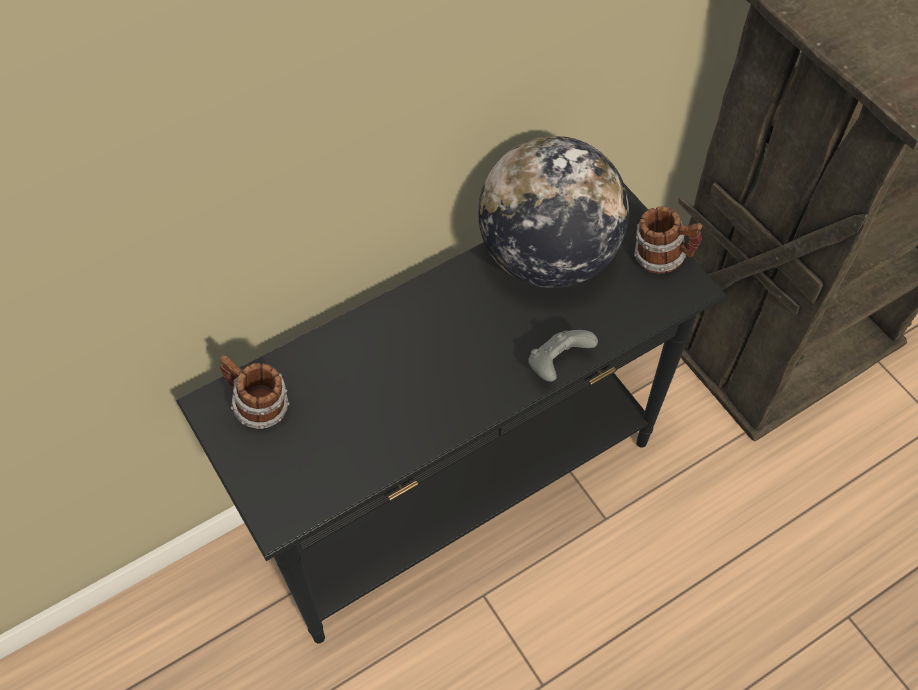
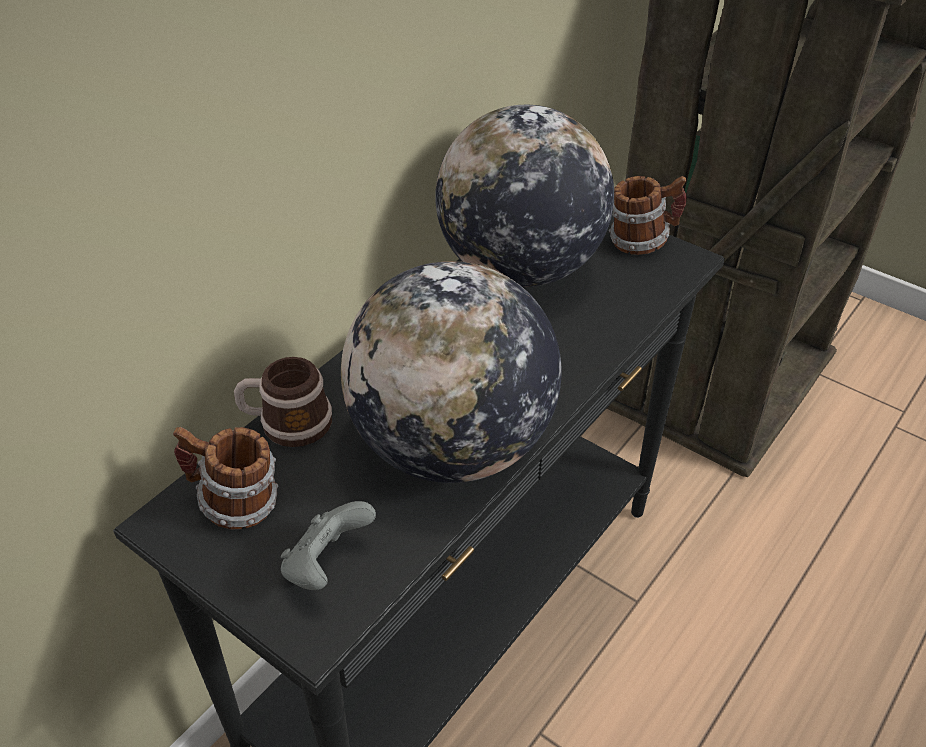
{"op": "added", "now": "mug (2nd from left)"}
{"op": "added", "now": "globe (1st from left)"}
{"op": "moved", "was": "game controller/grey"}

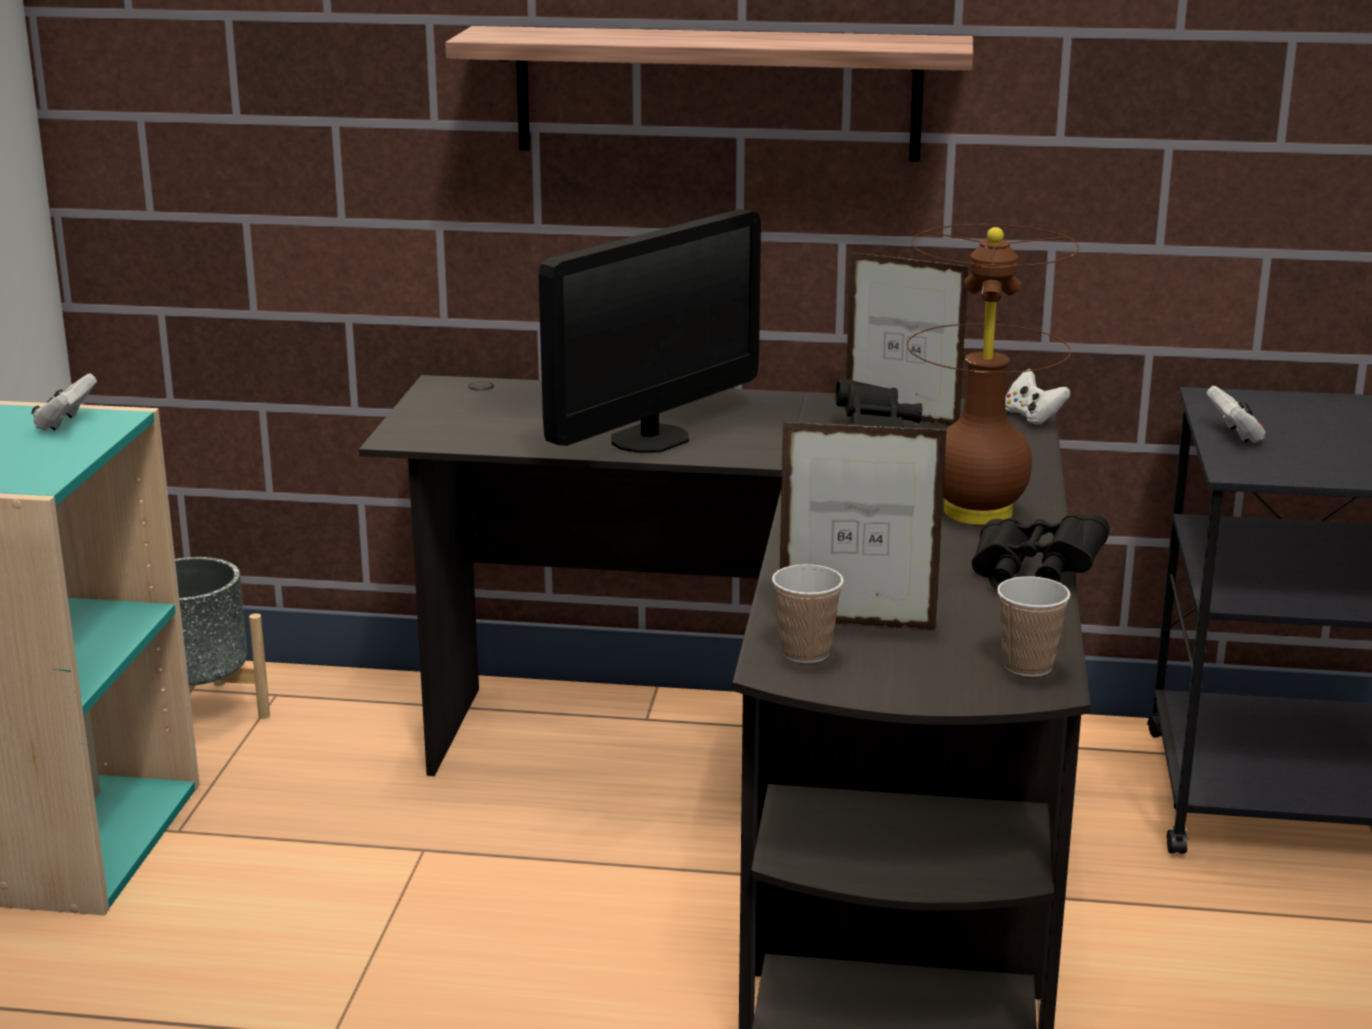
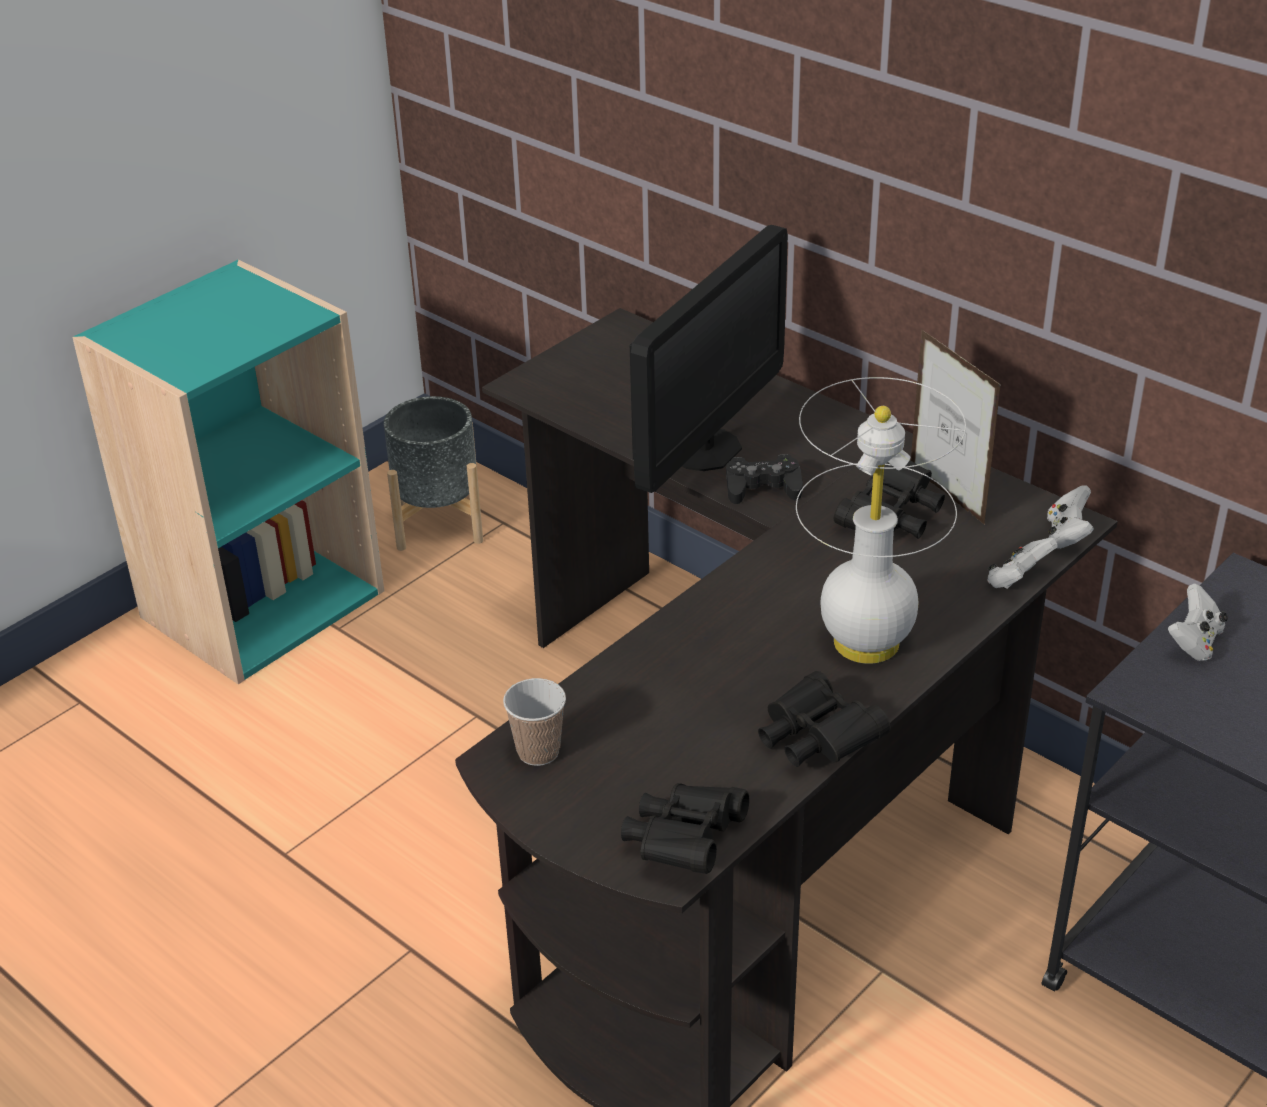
{"op": "removed", "was": "shelf"}
{"op": "removed", "was": "picture frame (1st from left)"}
{"op": "added", "now": "game controller/black"}
{"op": "moved", "was": "game controller/white (1st from left)"}
{"op": "replaced", "was": "cup (2nd from left)", "now": "binoculars/black (1st from left)"}
{"op": "recoloured", "was": "table lamp/brown", "now": "table lamp/white"}
{"op": "turned", "was": "monitor", "clockwise": -45}

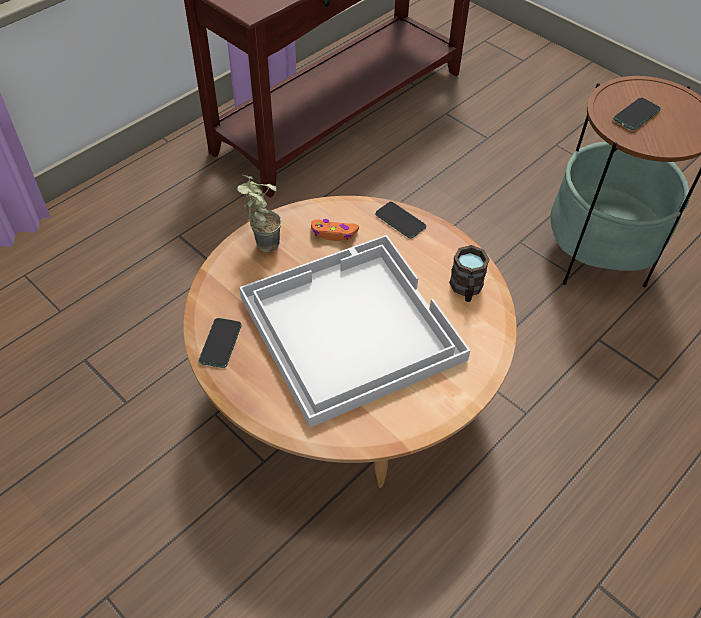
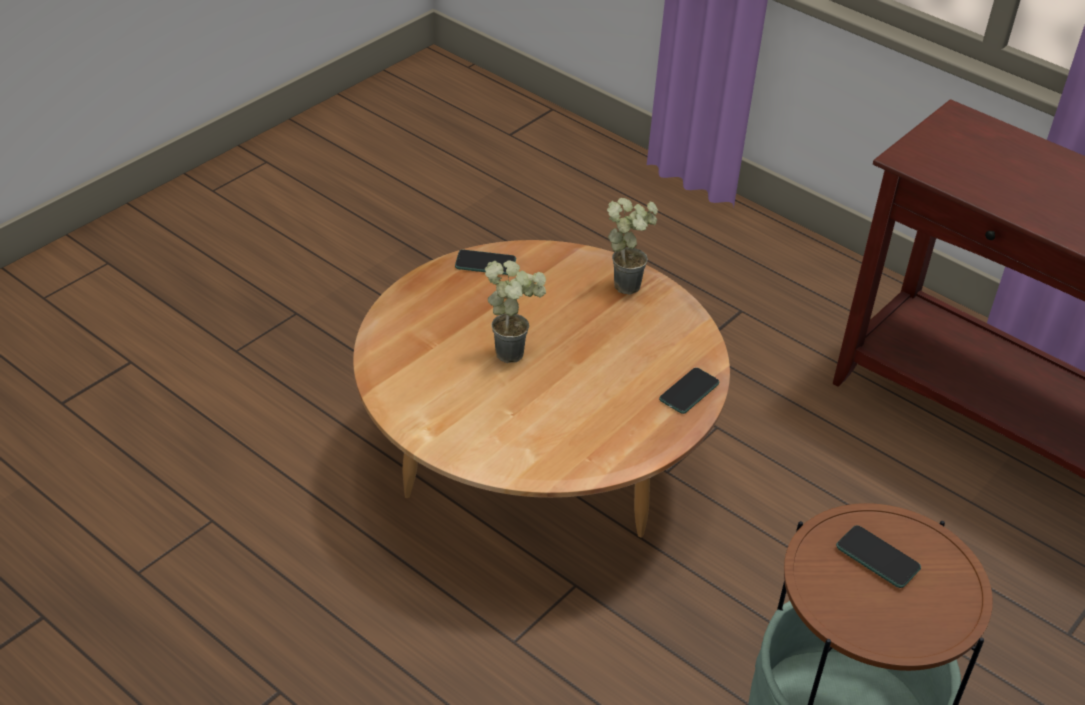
{"op": "removed", "was": "game controller/orange"}
{"op": "removed", "was": "mug/brown"}
{"op": "replaced", "was": "tray/white", "now": "potted plant (1st from left)"}

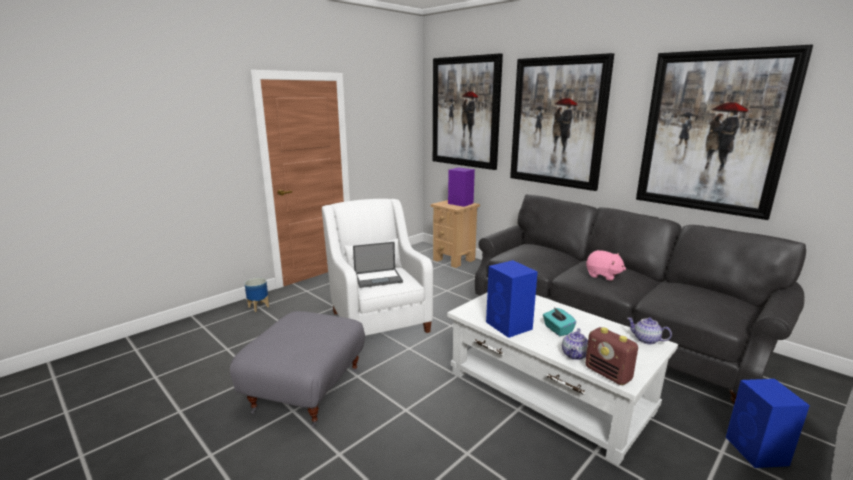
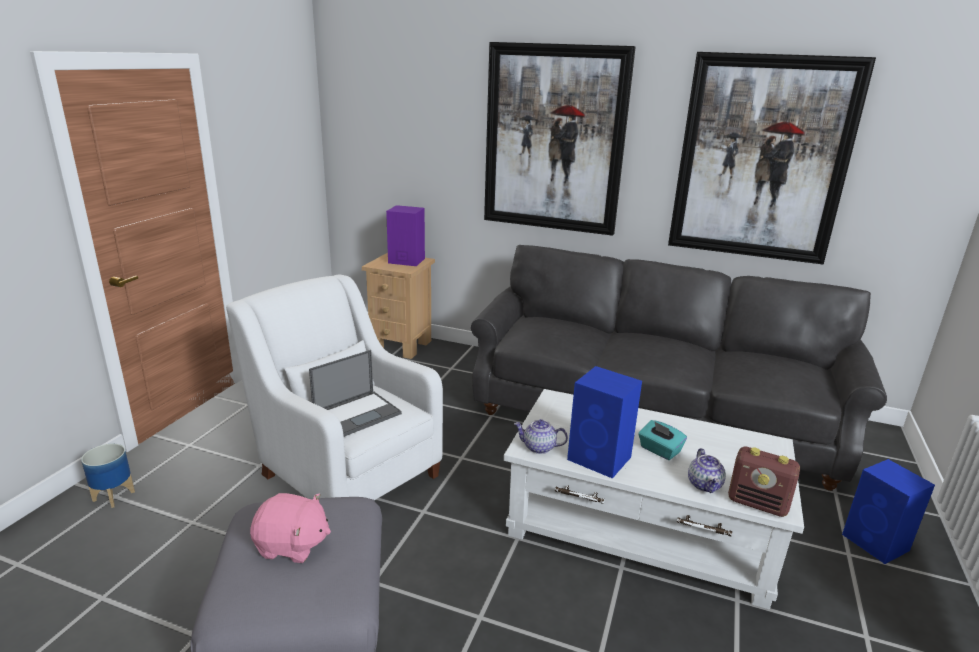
{"op": "removed", "was": "picture (1st from left)"}
{"op": "moved", "was": "plush toy/pink"}
{"op": "moved", "was": "teapot (2nd from left in the first image)", "now": "teapot (1st from left)"}

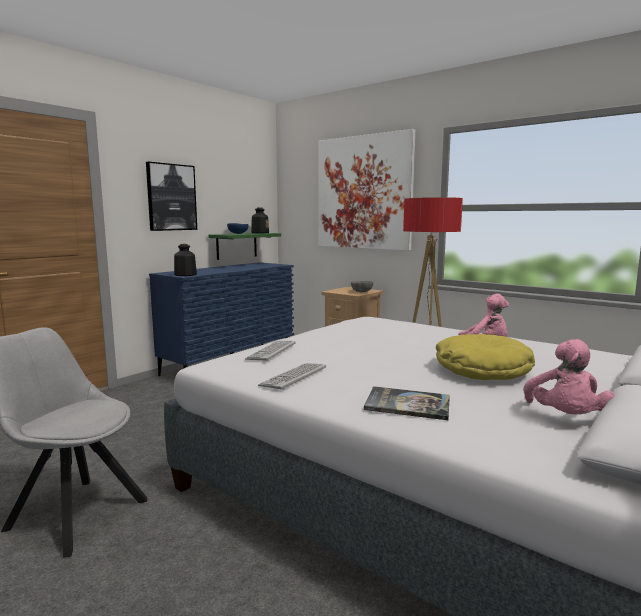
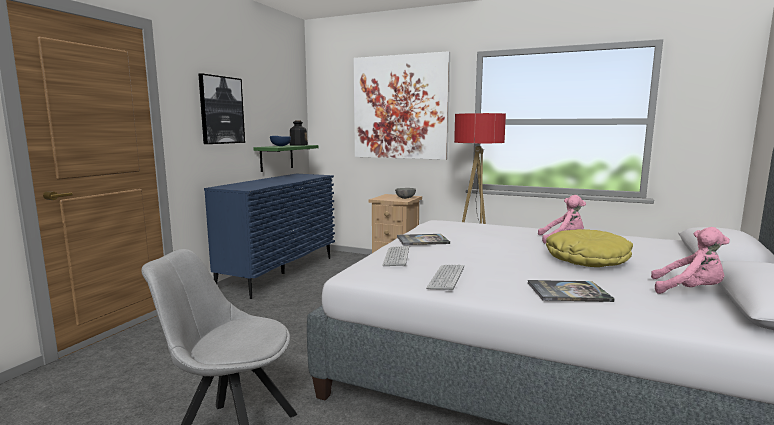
{"op": "removed", "was": "bottle (1st from left)"}
{"op": "added", "now": "book (1st from left)"}
{"op": "turned", "was": "plush toy/pink (2nd from left)", "clockwise": -60}

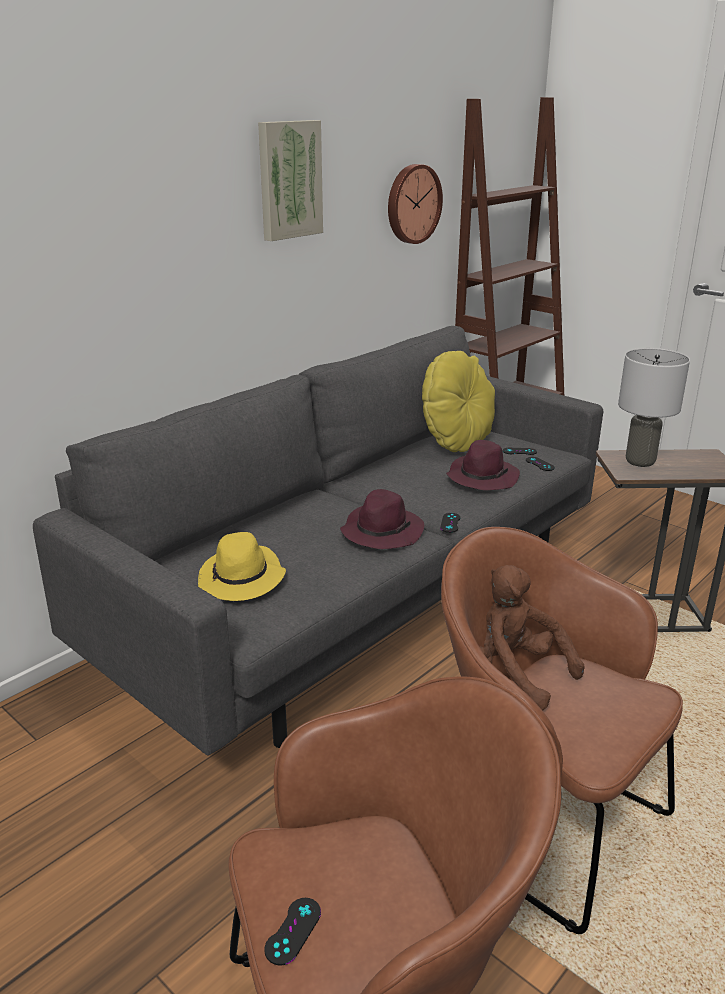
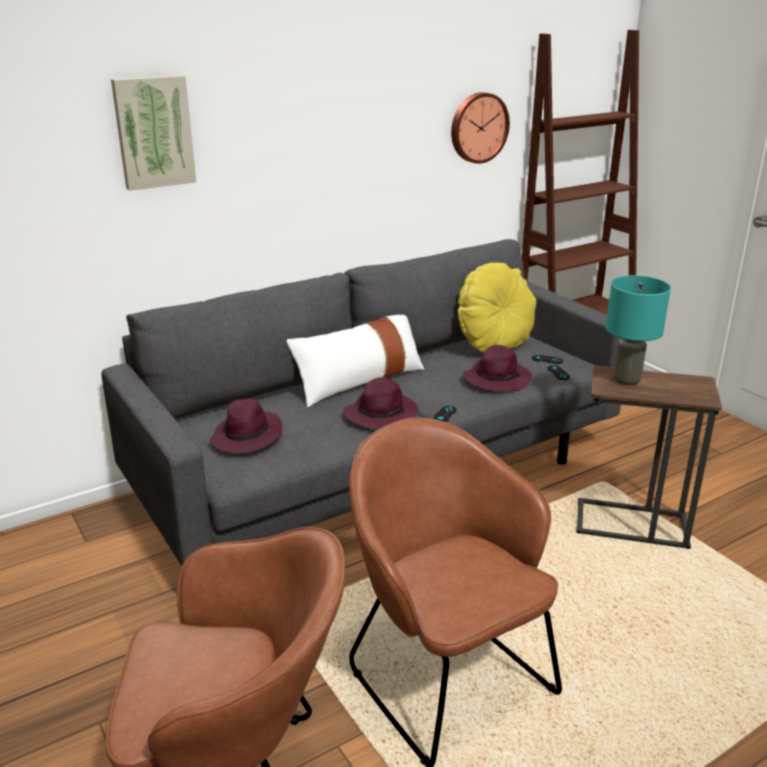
{"op": "removed", "was": "game controller/black (1st from left)"}
{"op": "removed", "was": "plush toy/brown"}
{"op": "added", "now": "pillow/white"}
{"op": "moved", "was": "picture"}
{"op": "recoloured", "was": "hat/yellow", "now": "hat/purple (1st from left)"}
{"op": "recoloured", "was": "table lamp/white", "now": "table lamp/turquoise"}

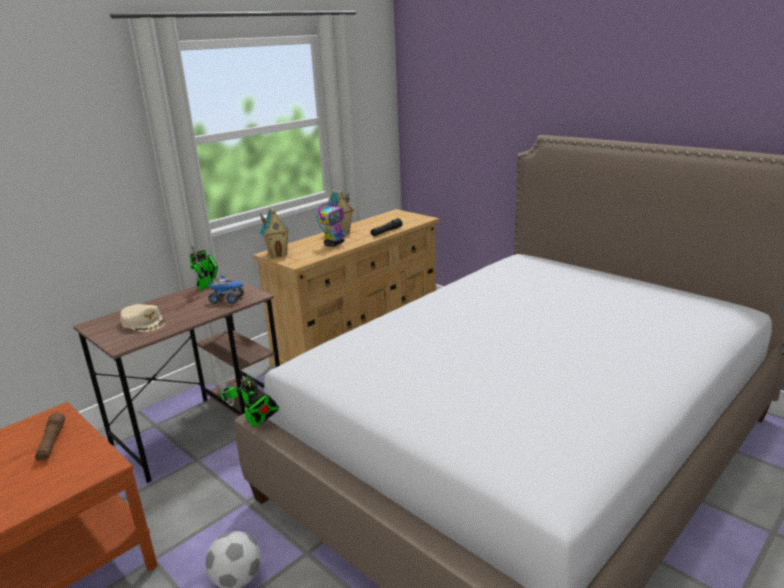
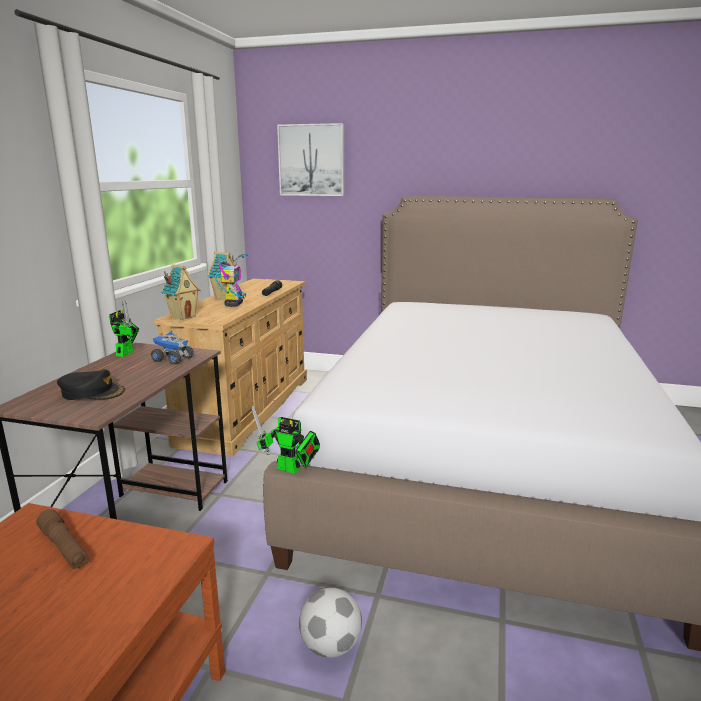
{"op": "added", "now": "picture"}
{"op": "recoloured", "was": "cap/beige", "now": "cap/black"}
{"op": "turned", "was": "toy truck", "clockwise": -135}

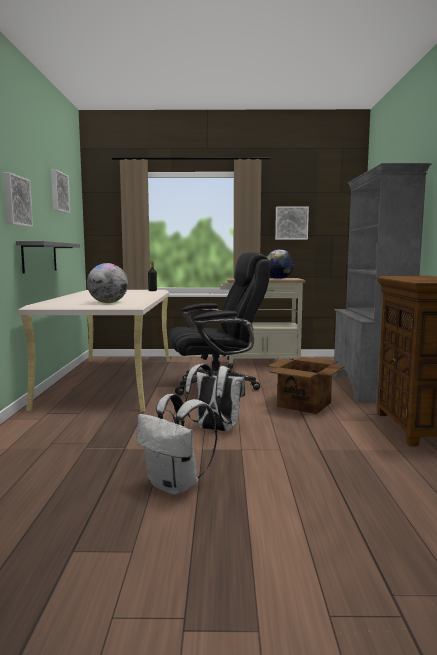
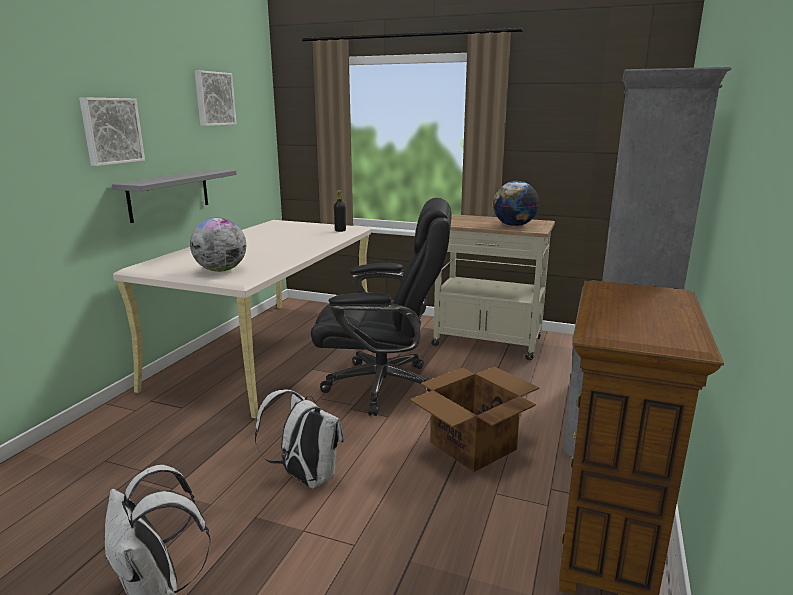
{"op": "removed", "was": "picture (3rd from left)"}

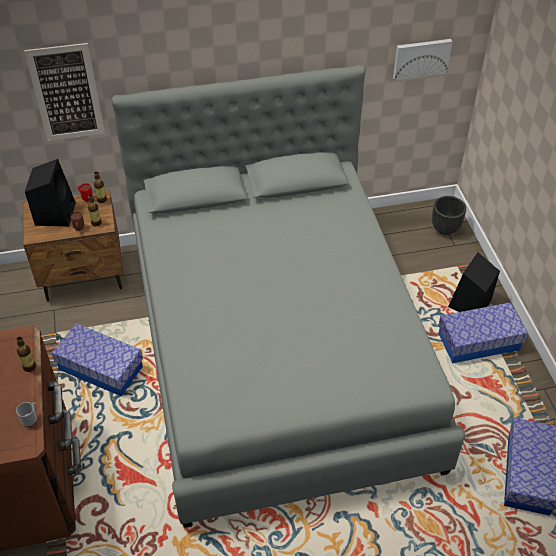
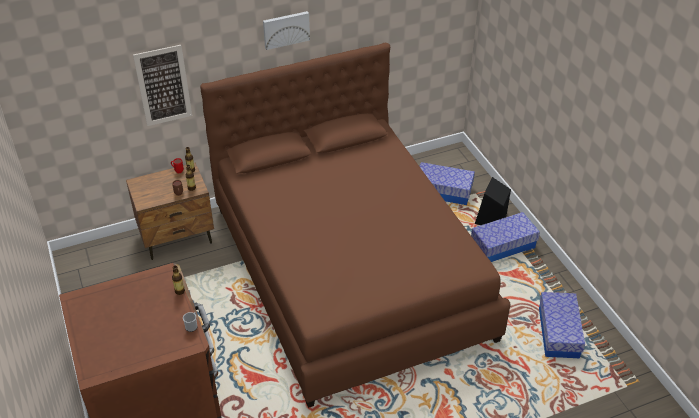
{"op": "removed", "was": "speaker/black (1st from left)"}
{"op": "removed", "was": "planter/black"}
{"op": "moved", "was": "storage box (1st from left)"}
{"op": "moved", "was": "picture (2nd from left)"}
{"op": "recoloured", "was": "bed/grey", "now": "bed/brown"}

